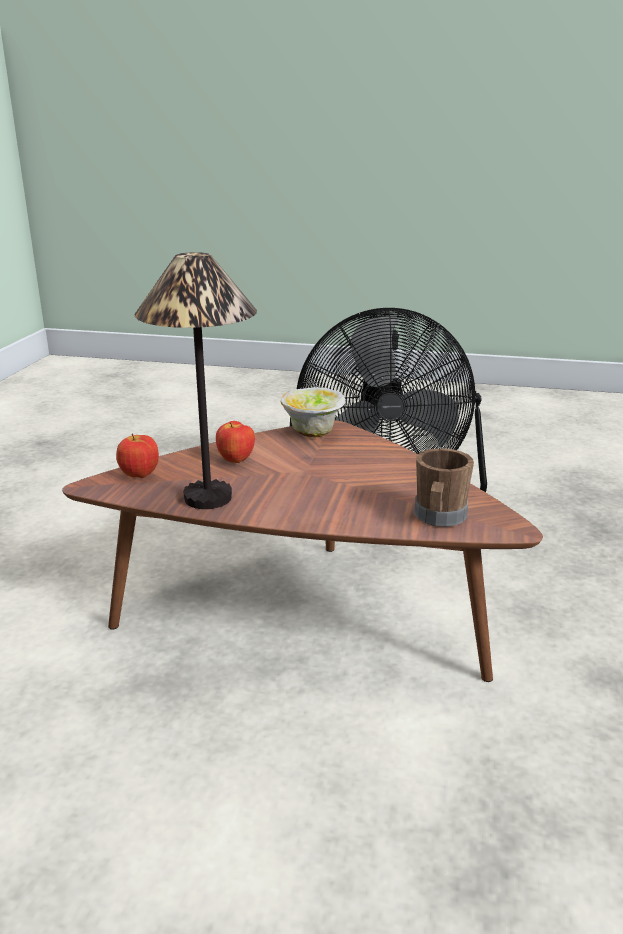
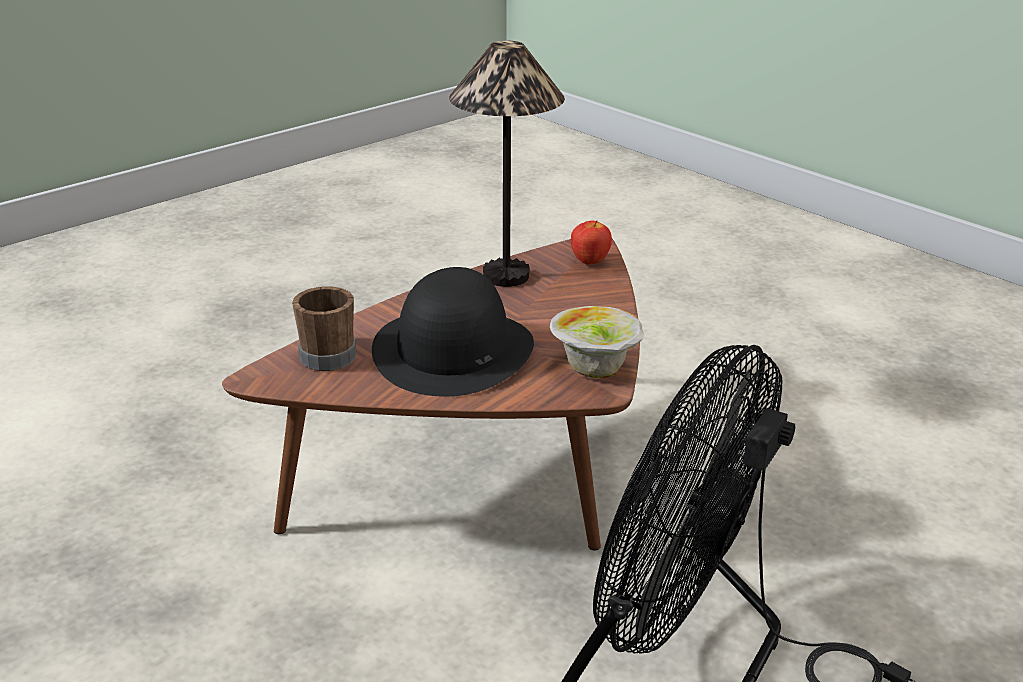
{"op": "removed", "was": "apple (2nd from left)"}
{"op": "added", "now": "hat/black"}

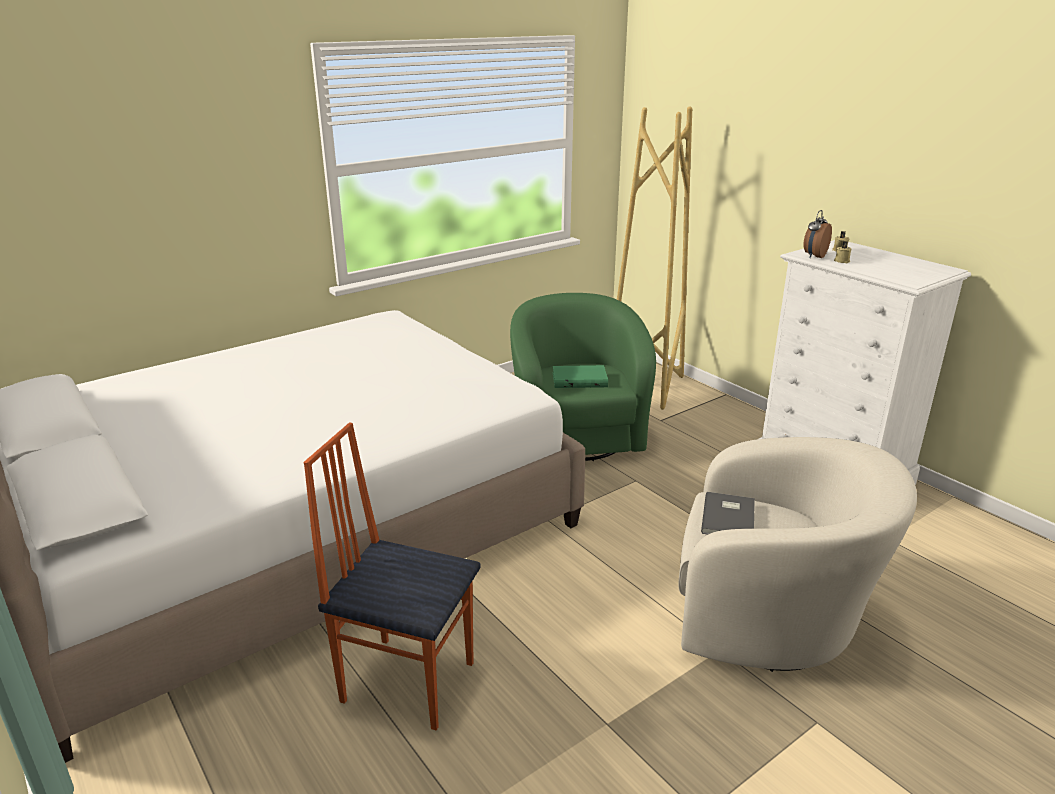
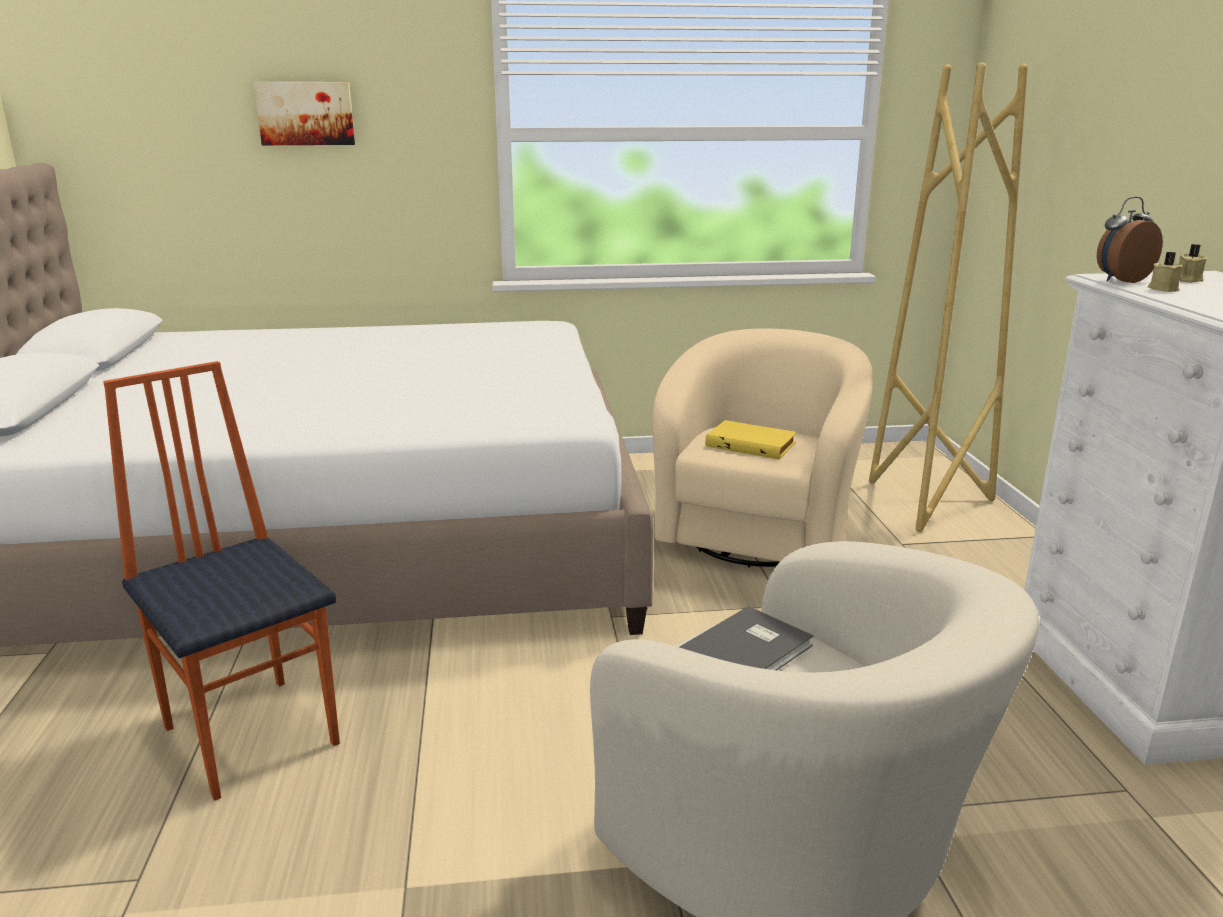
{"op": "added", "now": "picture"}
{"op": "recoloured", "was": "armchair/green", "now": "armchair/beige (1st from left)"}
{"op": "recoloured", "was": "book/green", "now": "book/yellow"}

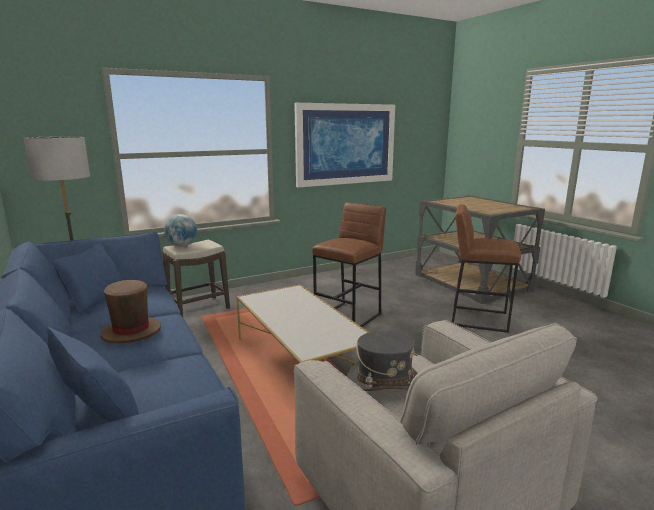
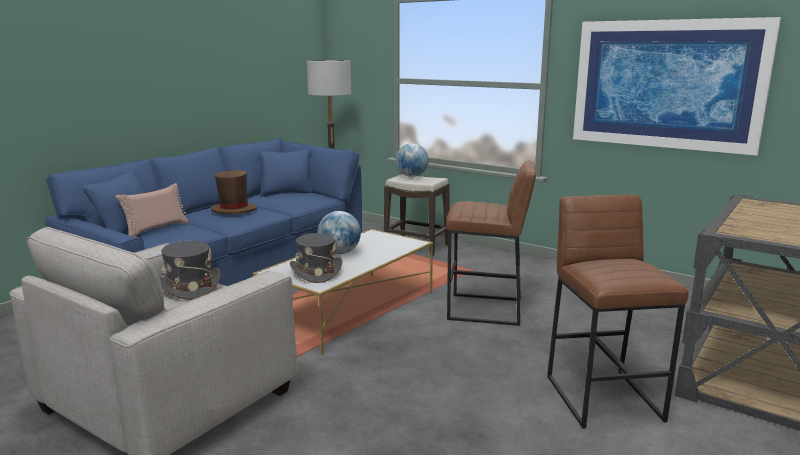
{"op": "added", "now": "pillow/beige"}
{"op": "added", "now": "hat/grey (2nd from left)"}
{"op": "added", "now": "globe (1st from left)"}

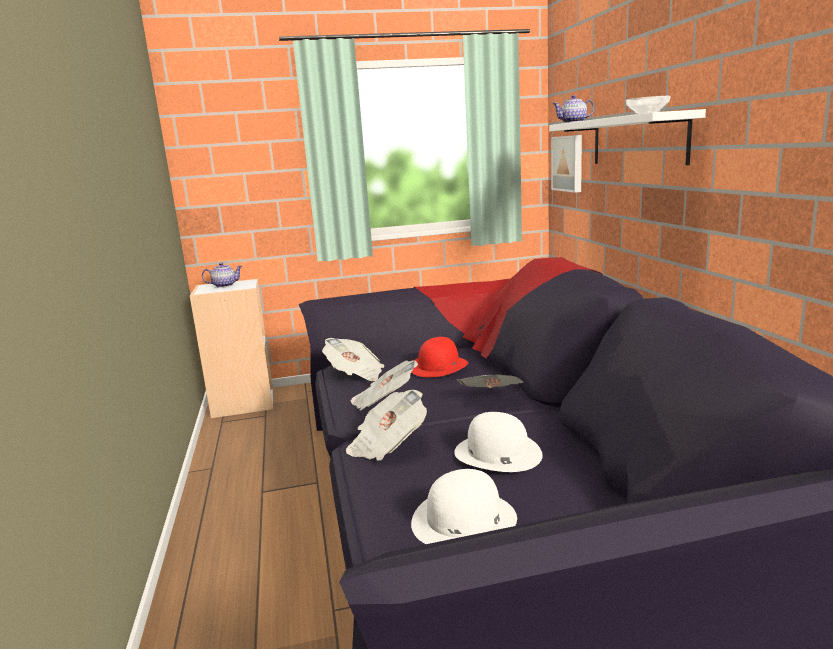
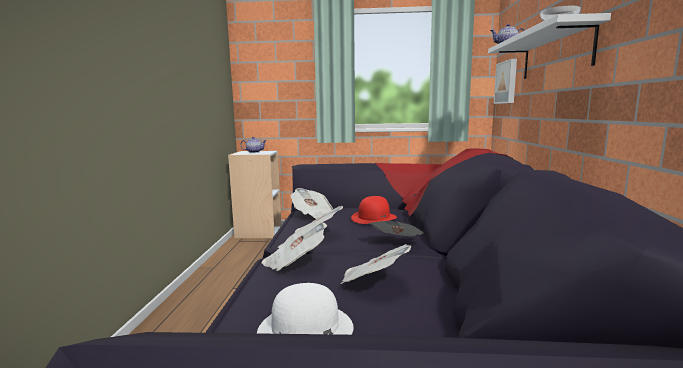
{"op": "replaced", "was": "hat/white (2nd from left)", "now": "newspaper (4th from left)"}

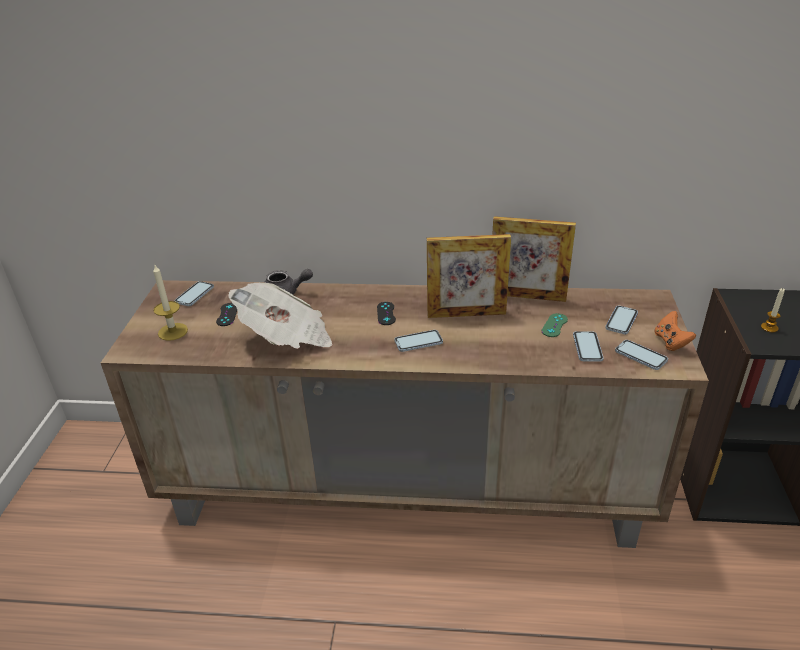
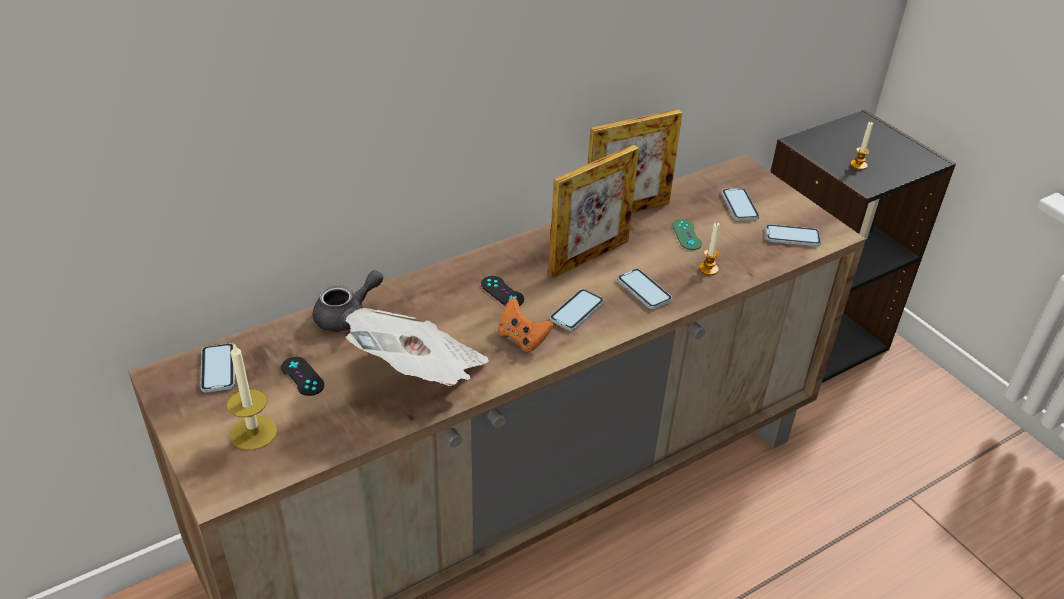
{"op": "added", "now": "candle (2nd from left)"}
{"op": "moved", "was": "phone (3rd from left)"}
{"op": "moved", "was": "game controller/orange"}

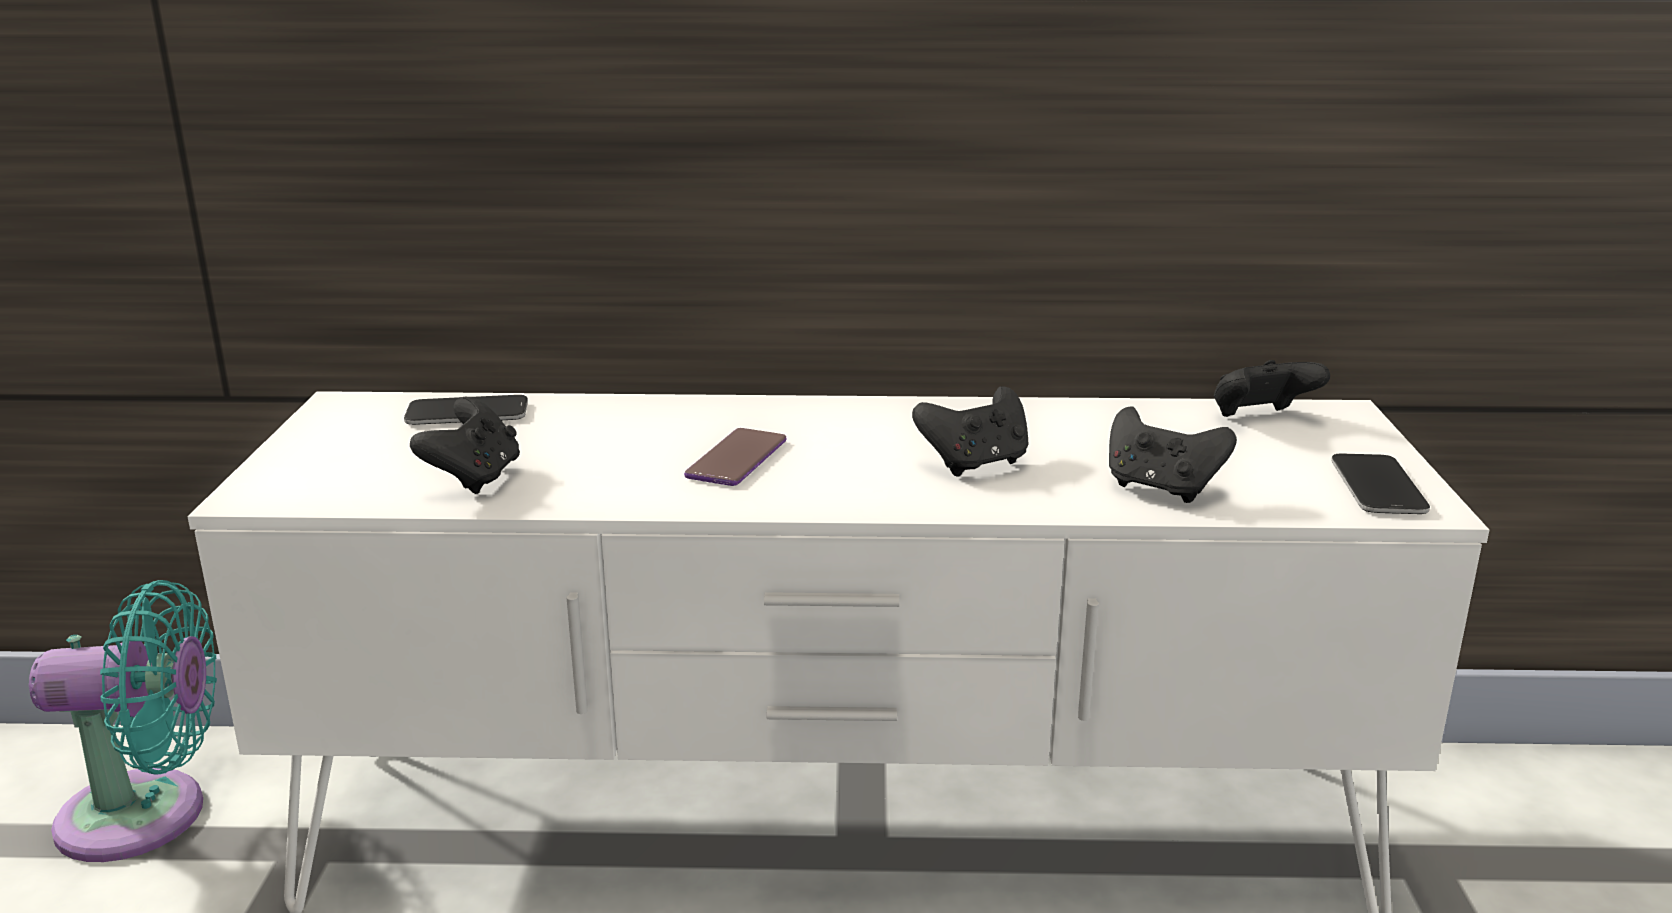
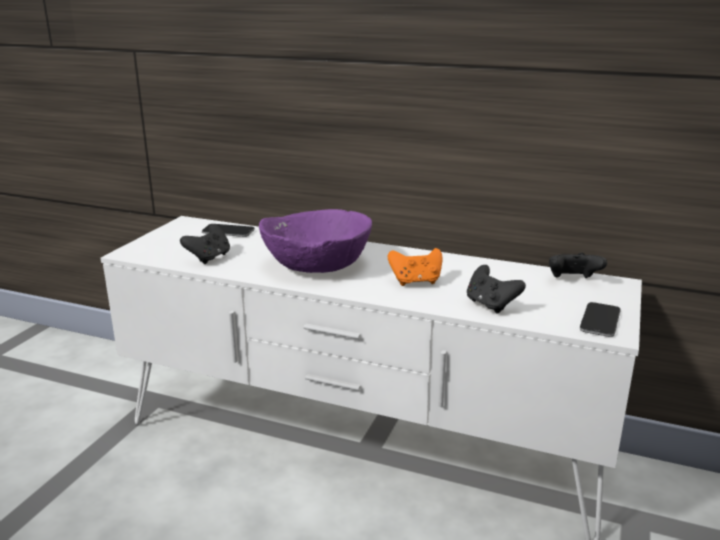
{"op": "removed", "was": "fan/turquoise"}
{"op": "replaced", "was": "phone (2nd from left)", "now": "bowl/purple"}
{"op": "recoloured", "was": "game controller/black (2nd from left)", "now": "game controller/orange"}

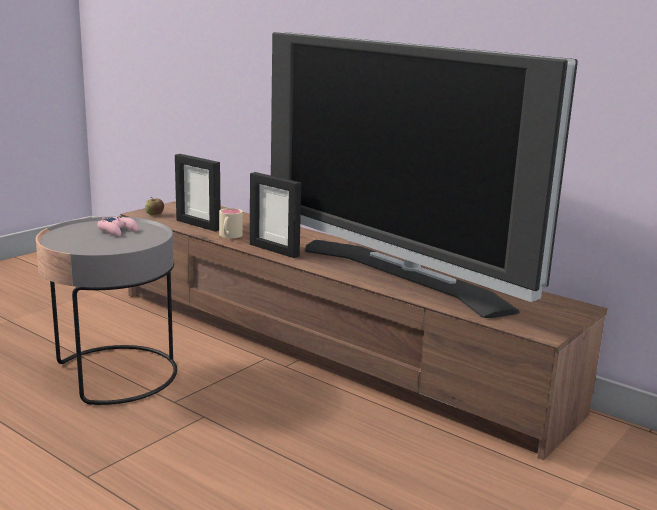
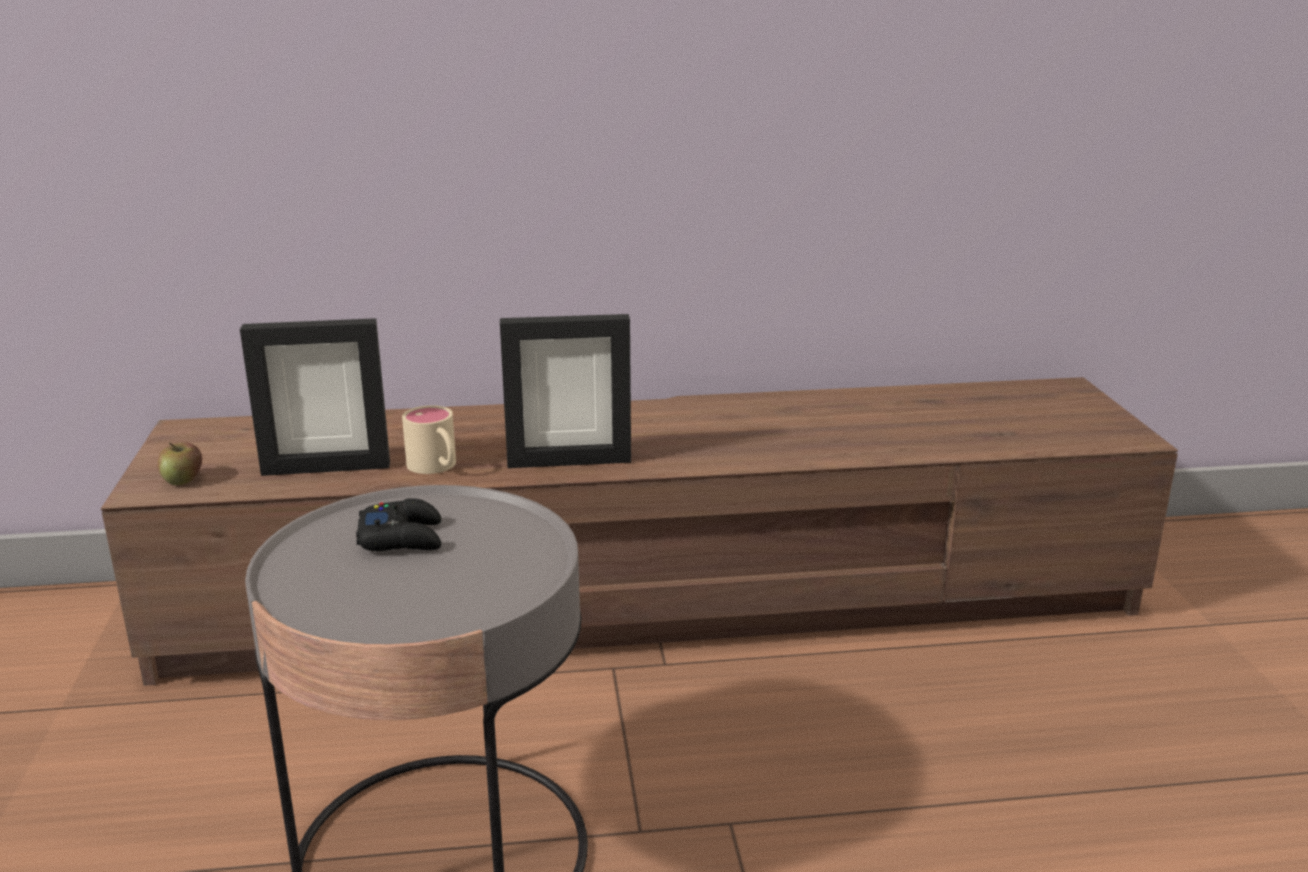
{"op": "removed", "was": "television"}
{"op": "recoloured", "was": "game controller/pink", "now": "game controller/black"}

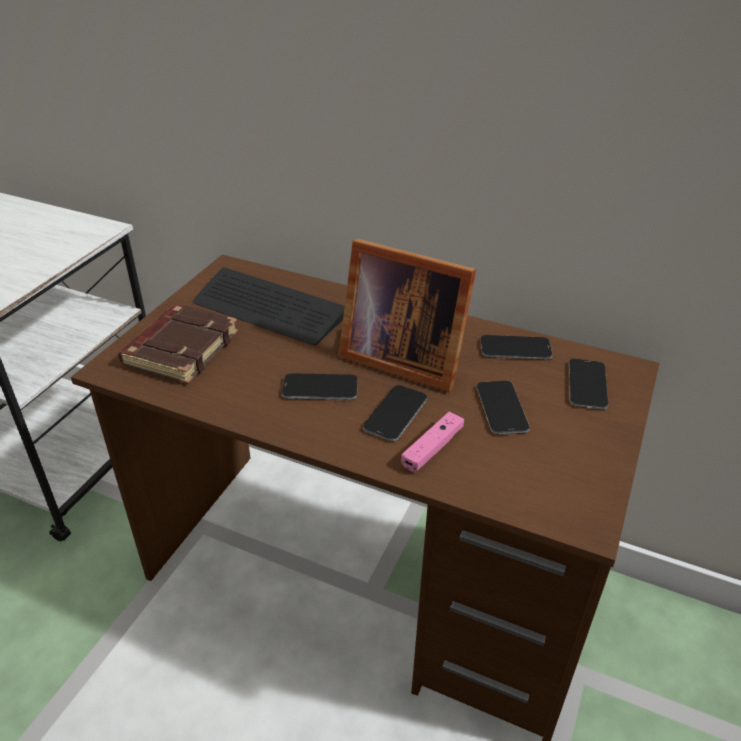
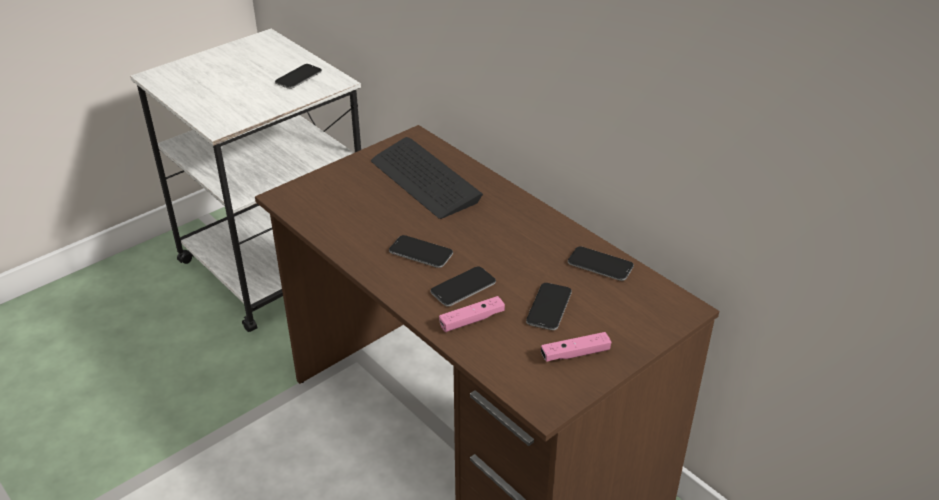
{"op": "removed", "was": "book/brown"}
{"op": "removed", "was": "picture frame"}
{"op": "added", "now": "game controller/pink (2nd from left)"}
{"op": "moved", "was": "phone (5th from left in the first image)", "now": "phone (1st from left)"}

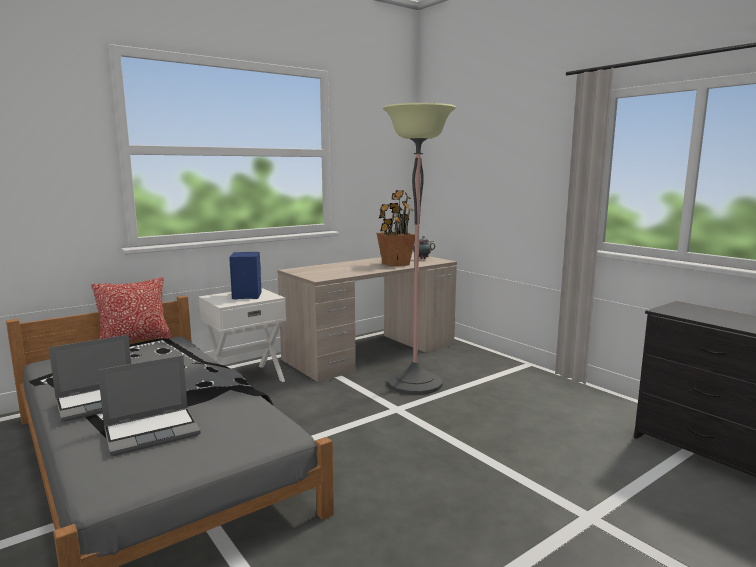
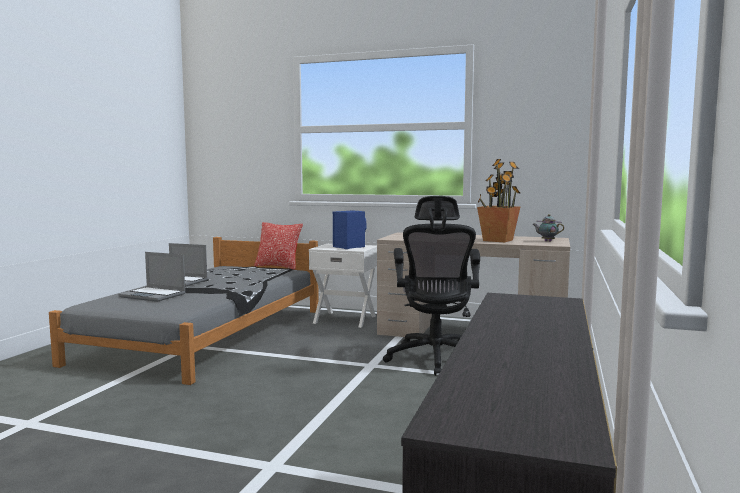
{"op": "replaced", "was": "floor lamp", "now": "office chair"}

